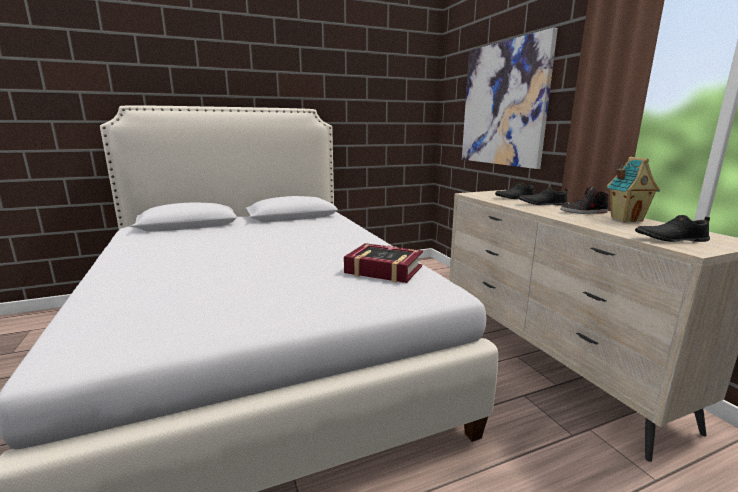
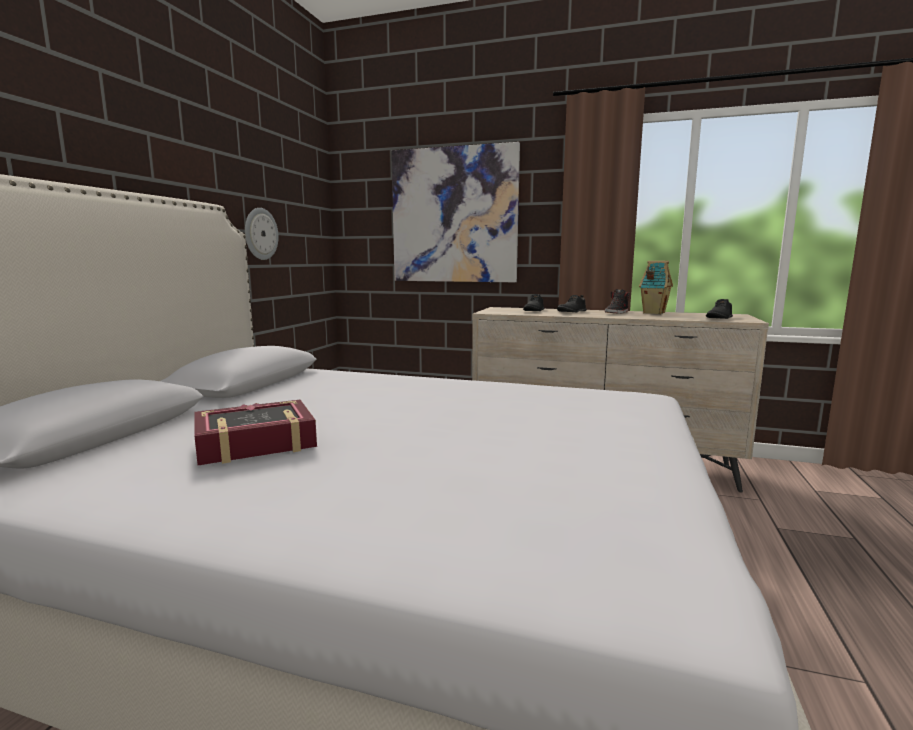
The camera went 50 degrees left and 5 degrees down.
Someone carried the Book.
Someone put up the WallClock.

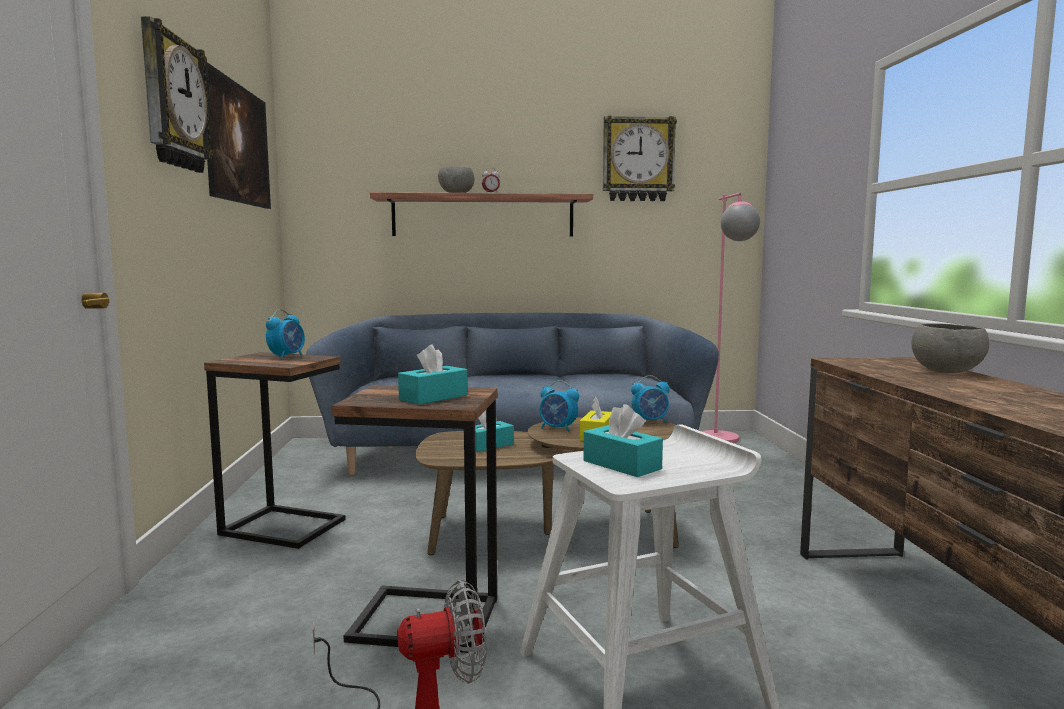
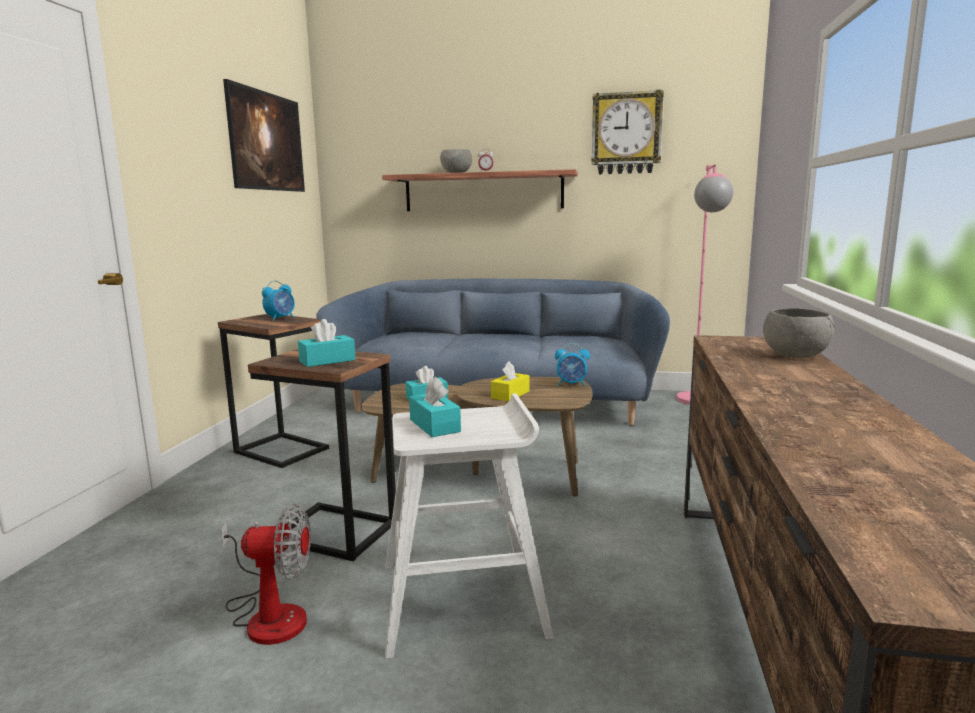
The camera went 15 degrees right and 5 degrees up.
Someone took away the WallClock (no. 1 from left).
Someone took away the AlarmClock (no. 3 from left).

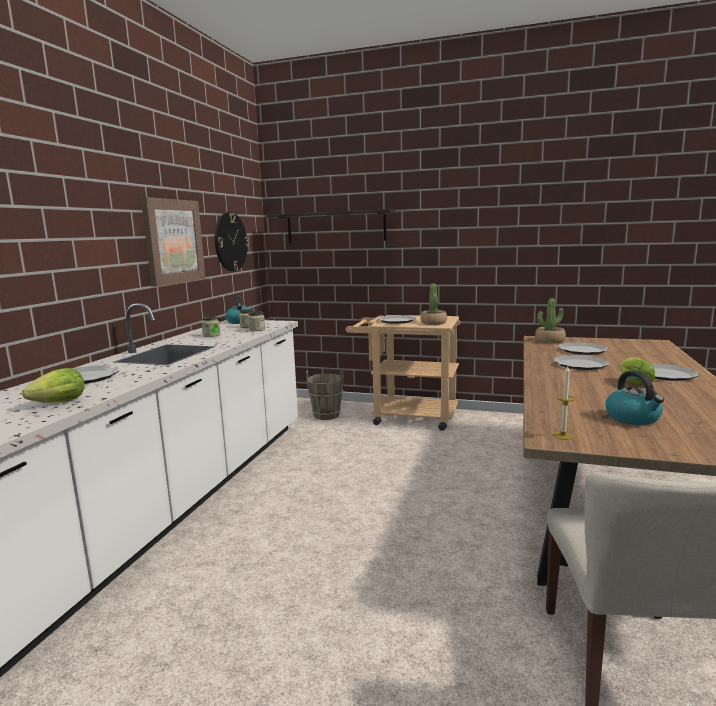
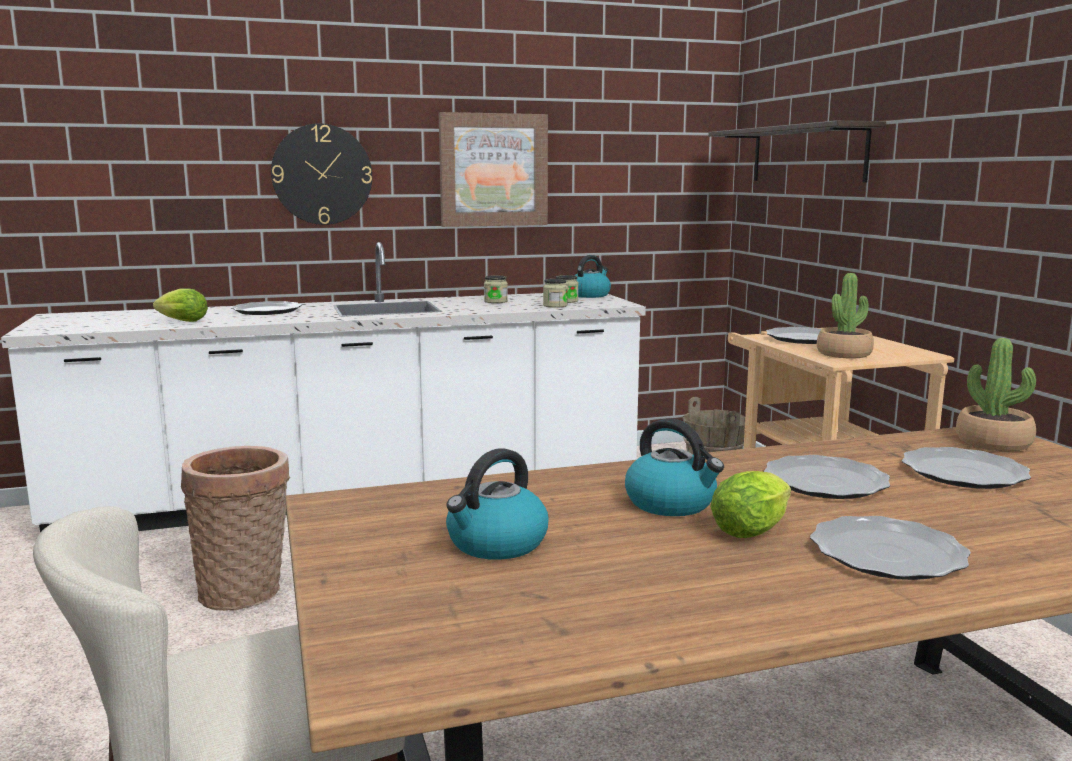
The camera went 55 degrees right and 0 degrees up.
Someone carried the WallClock.
Someone took away the Candle.
Someone put down the Kettle (no. 3 from left).
Someone put down the Basket.

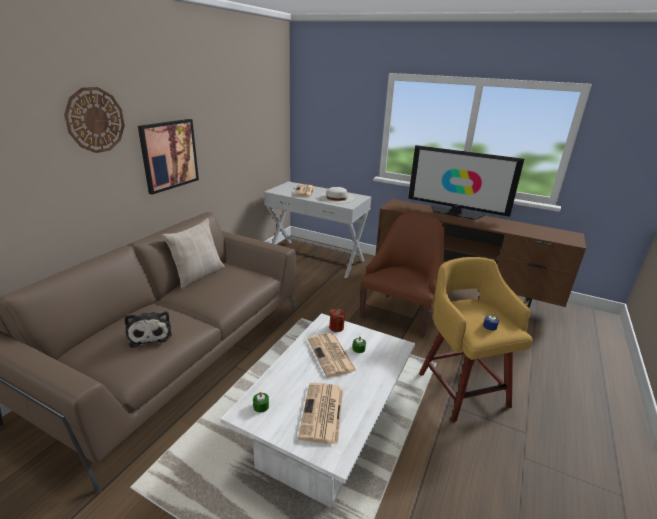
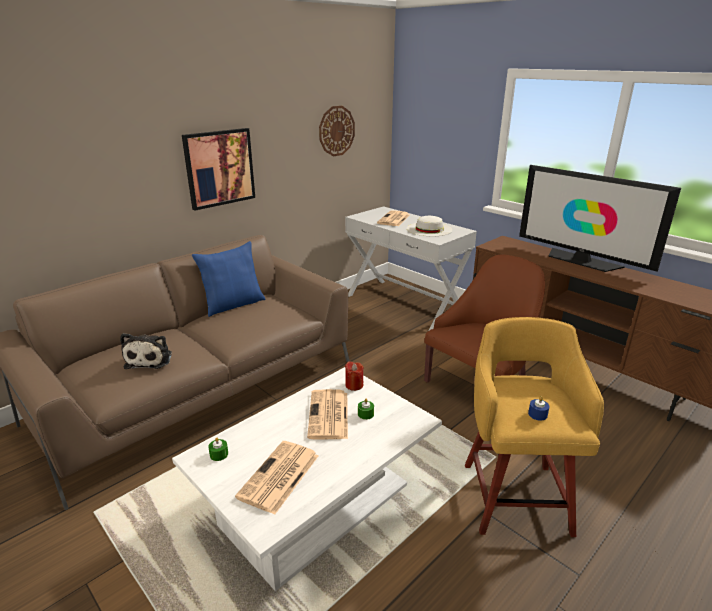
The camera went 20 degrees right and 0 degrees up.
Someone carried the WallClock.
Someone repainted the BeigePillow, which became the BluePillow.

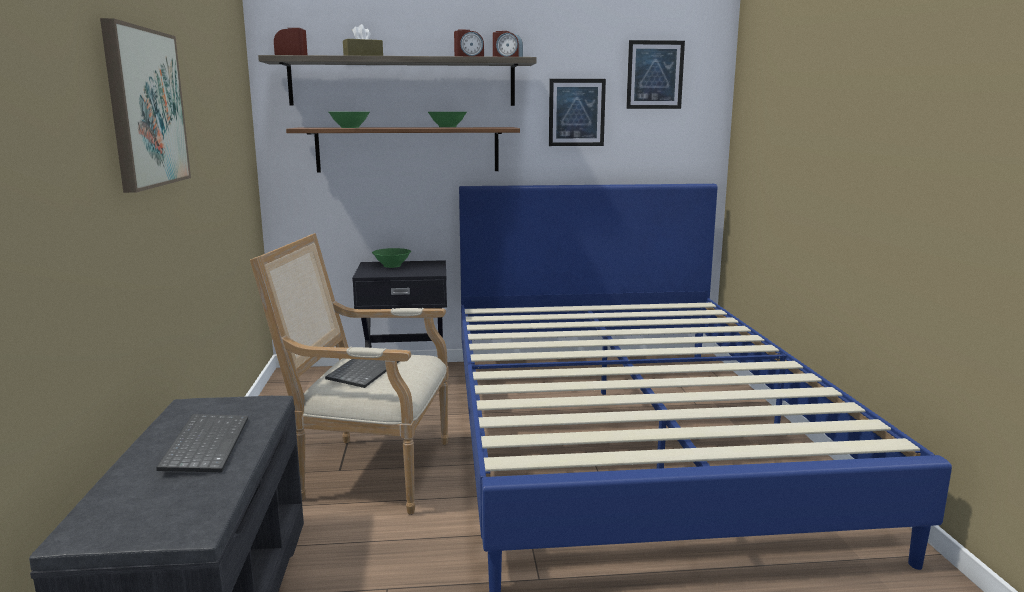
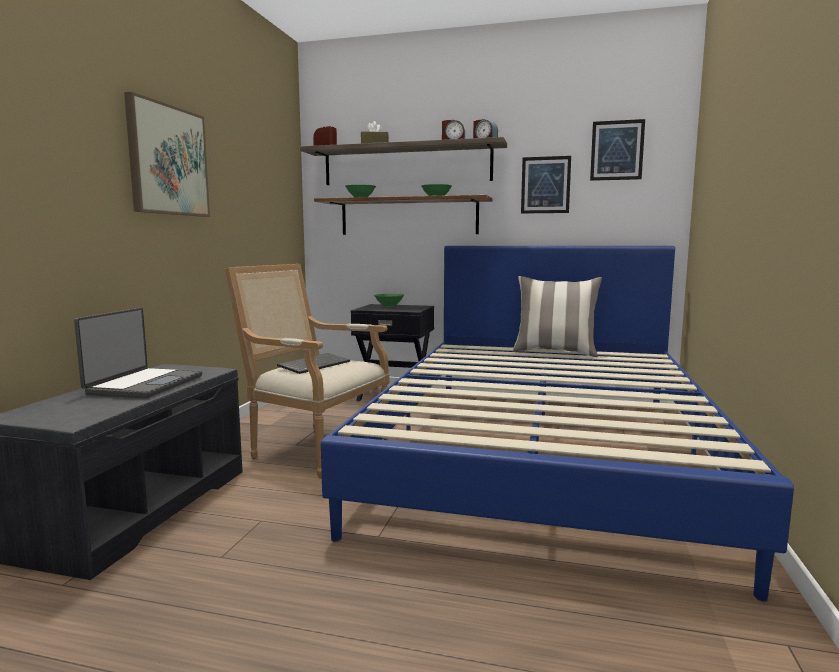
The camera went 20 degrees right and 5 degrees down.
Someone swapped the Keyboard (no. 1 from left) for the Laptop.
Someone put down the Pillow.

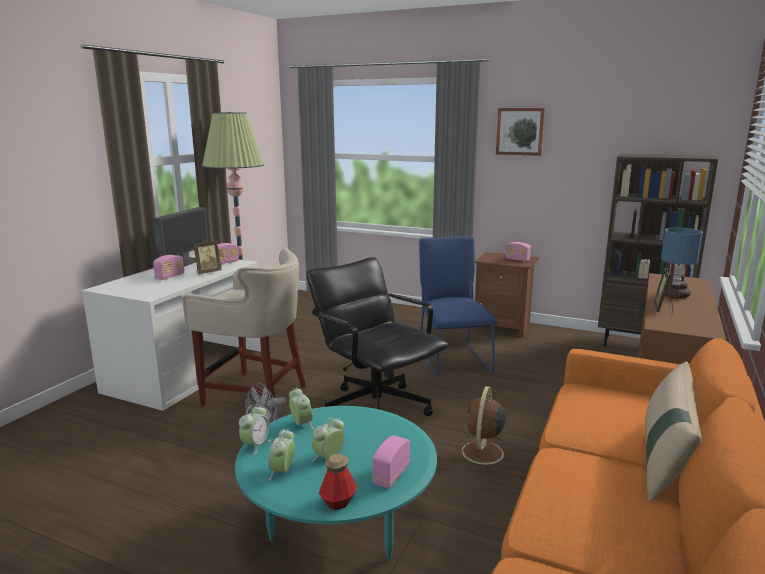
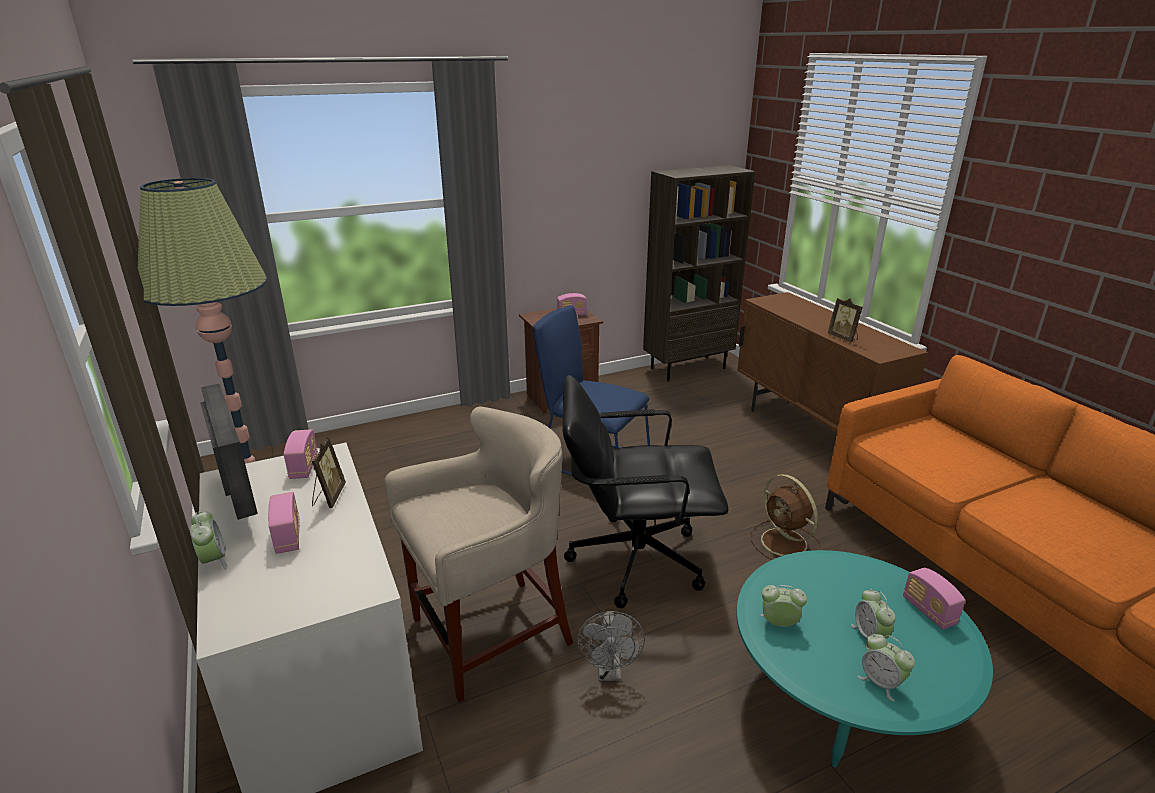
The camera went 50 degrees left and 10 degrees up.
Someone took away the Picture.
Someone took away the TableLamp.
Someone took away the BeigePillow.
Someone carried the AlarmClock (no. 1 from left).
Someone took away the Bottle.

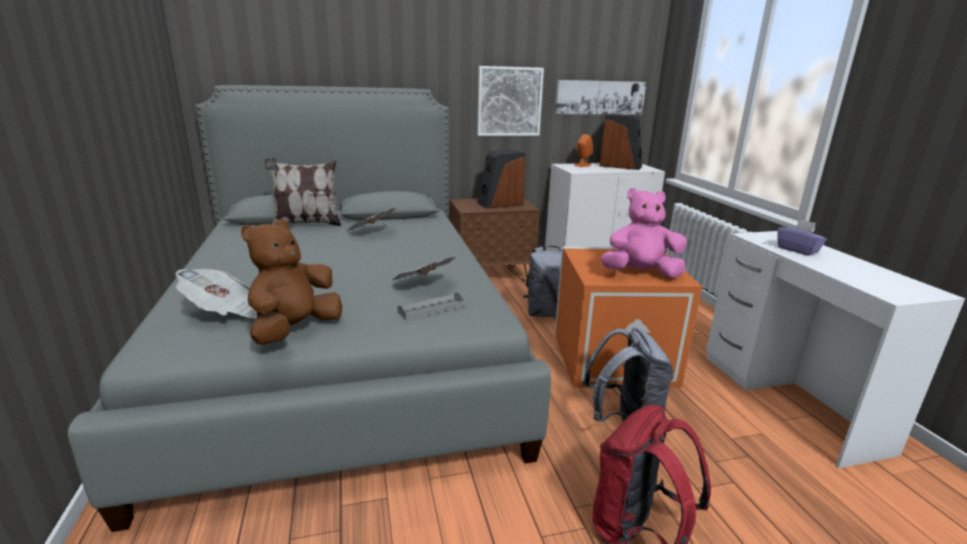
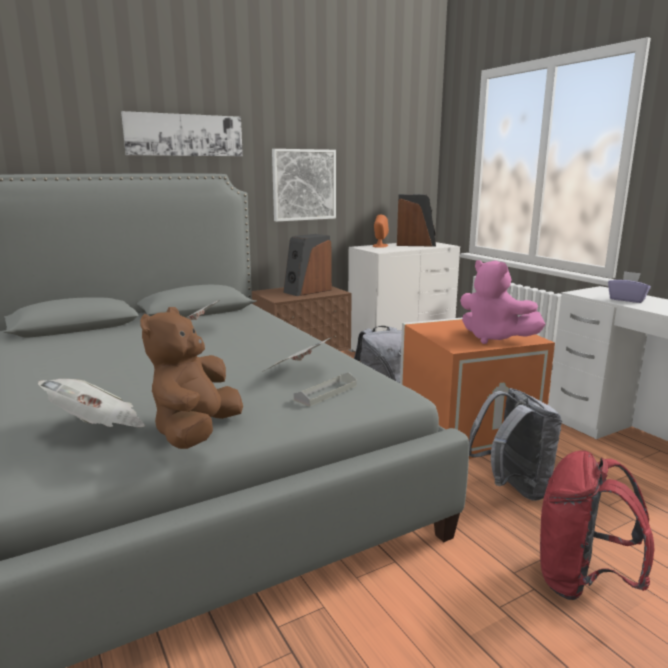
The camera went 15 degrees left and 5 degrees down.
Someone carried the Picture (no. 2 from left in the first image).
Someone took away the Pillow.
Someone rotated the PinkPlushToy by 120 degrees counterclockwise.

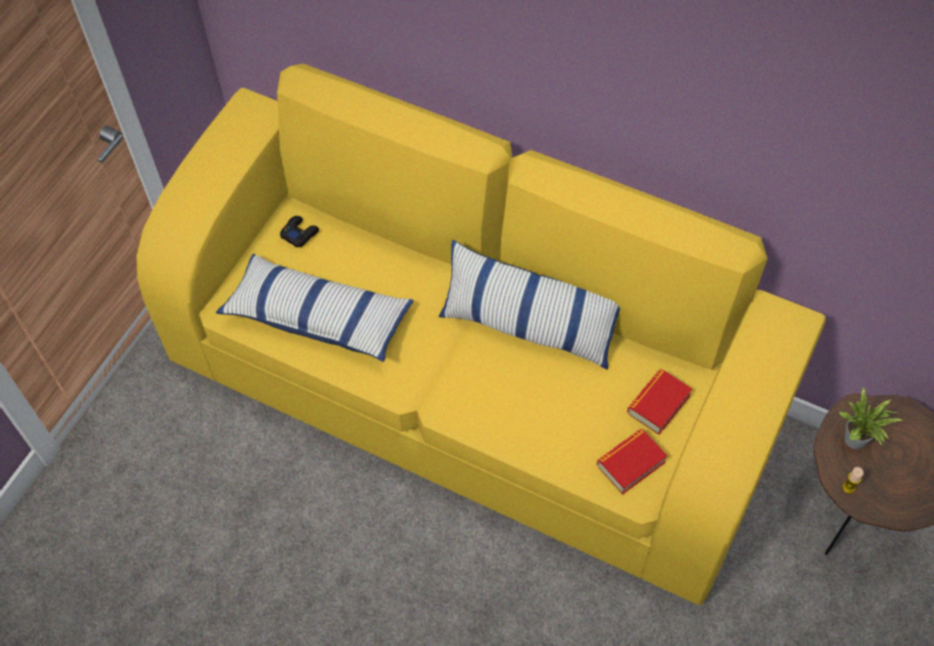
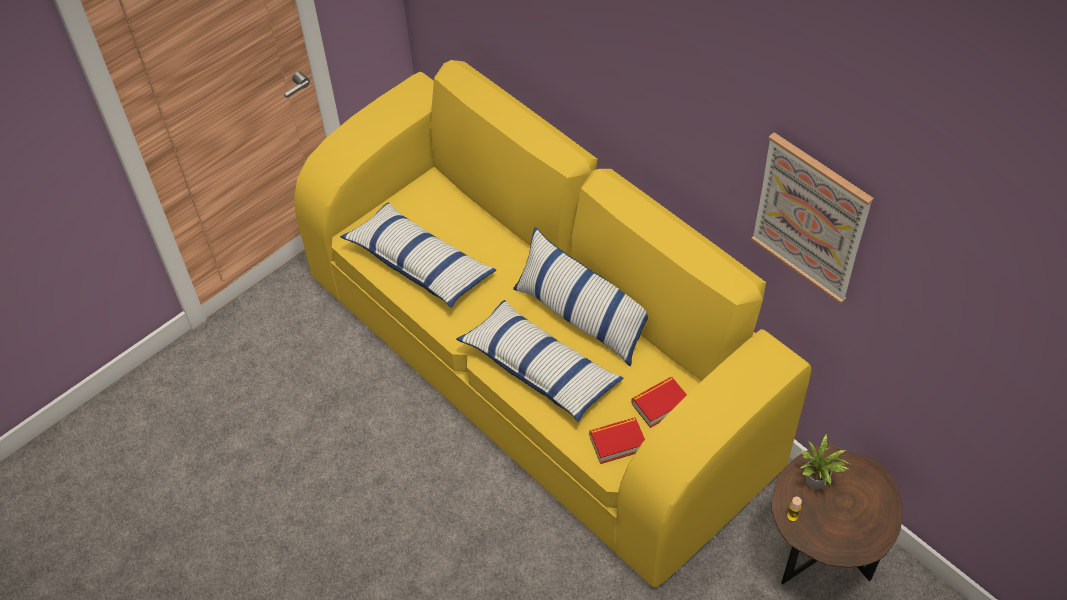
The camera went 20 degrees right and 5 degrees down.
Someone took away the BlackGameController.
Someone put up the Picture.
Someone put down the Pillow (no. 2 from left).

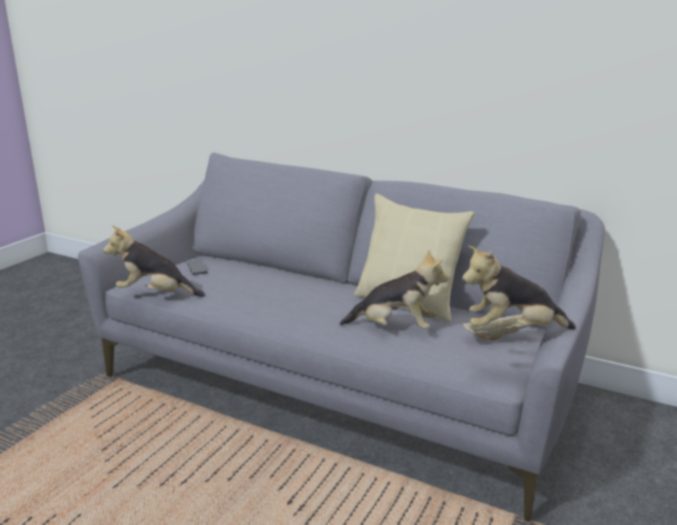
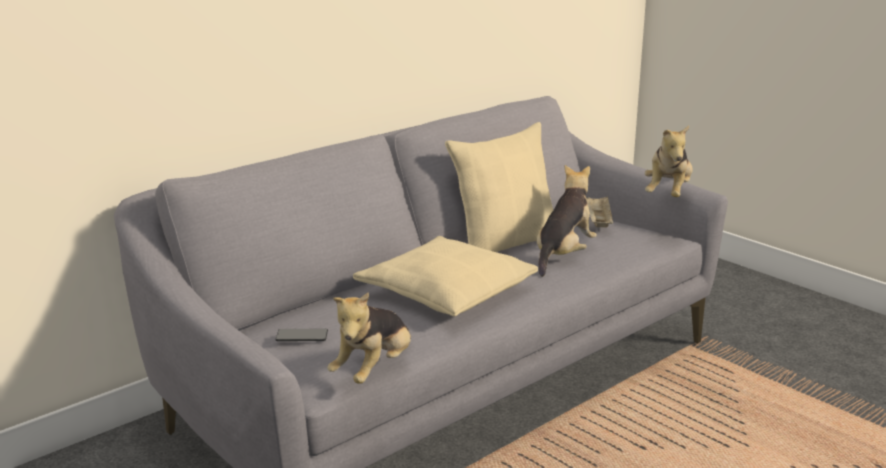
The camera went 70 degrees left and 0 degrees up.
Someone put down the BeigePillow (no. 1 from left).

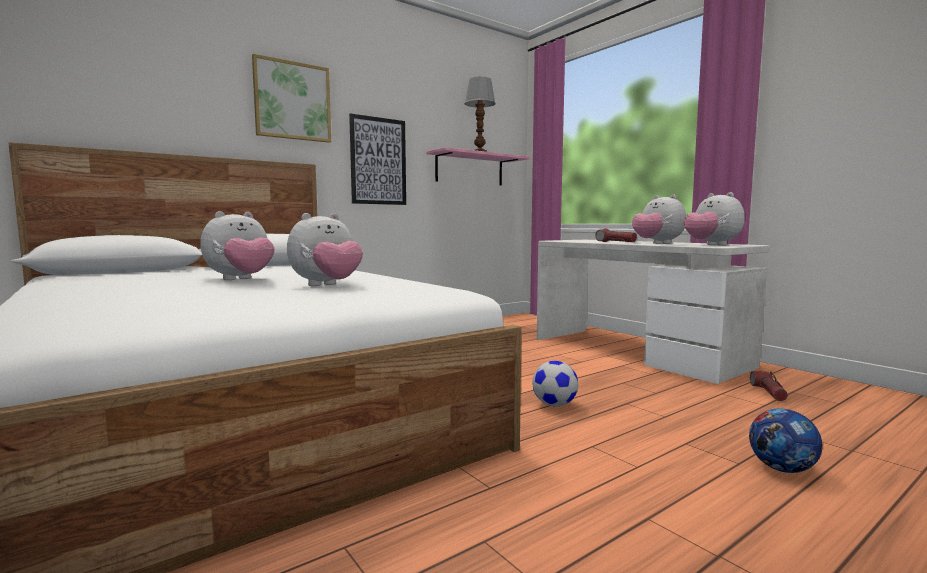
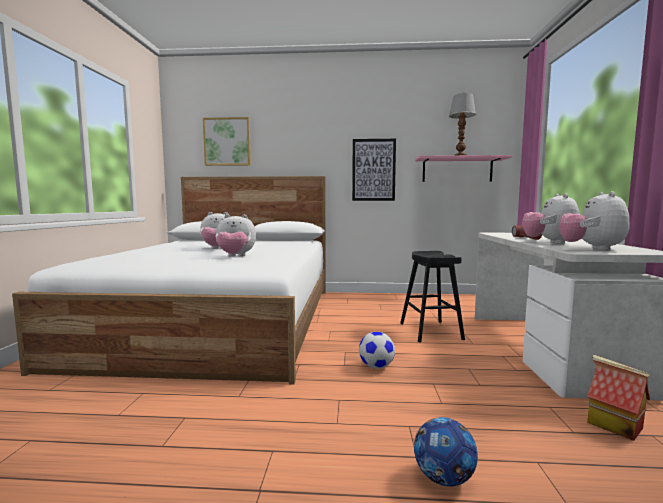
The camera went 40 degrees right and 0 degrees up.
Someone carried the Picture (no. 1 from left).
Someone swapped the Flashlight (no. 2 from left) for the ToyHouse.
Someone put down the BlackStool.

